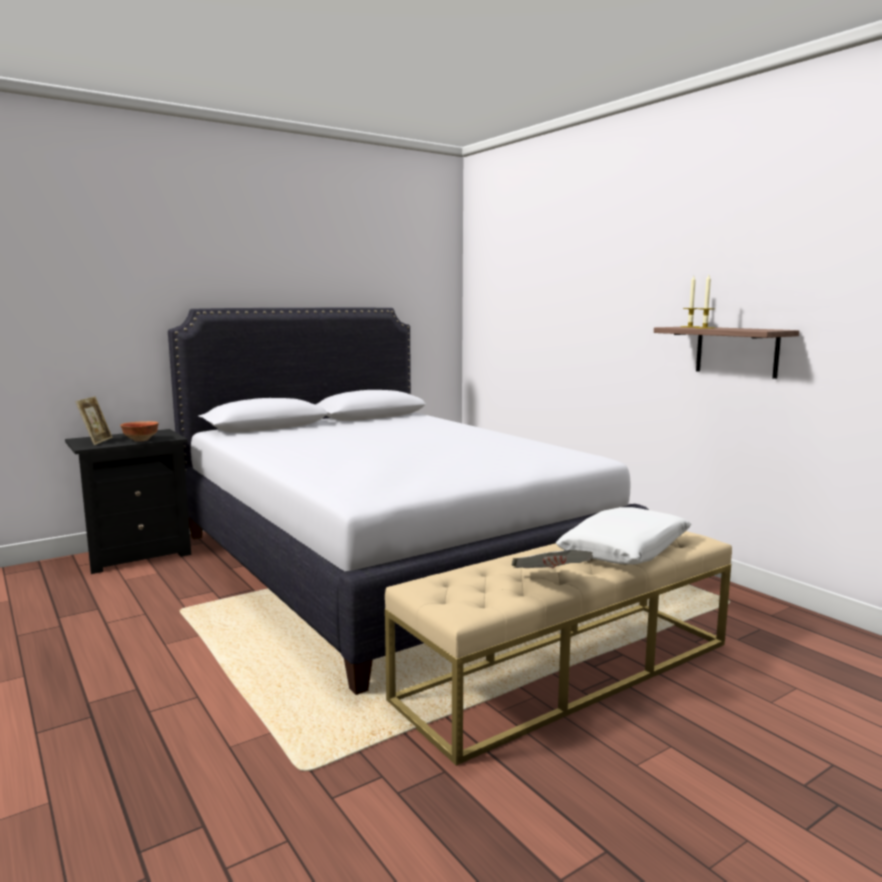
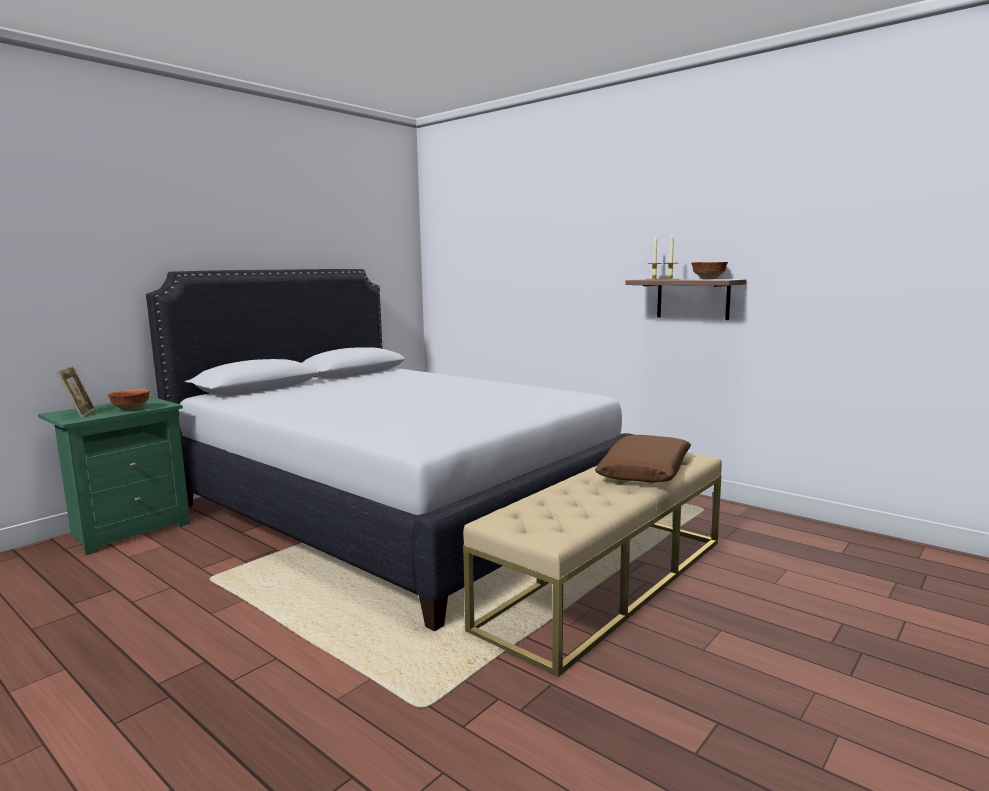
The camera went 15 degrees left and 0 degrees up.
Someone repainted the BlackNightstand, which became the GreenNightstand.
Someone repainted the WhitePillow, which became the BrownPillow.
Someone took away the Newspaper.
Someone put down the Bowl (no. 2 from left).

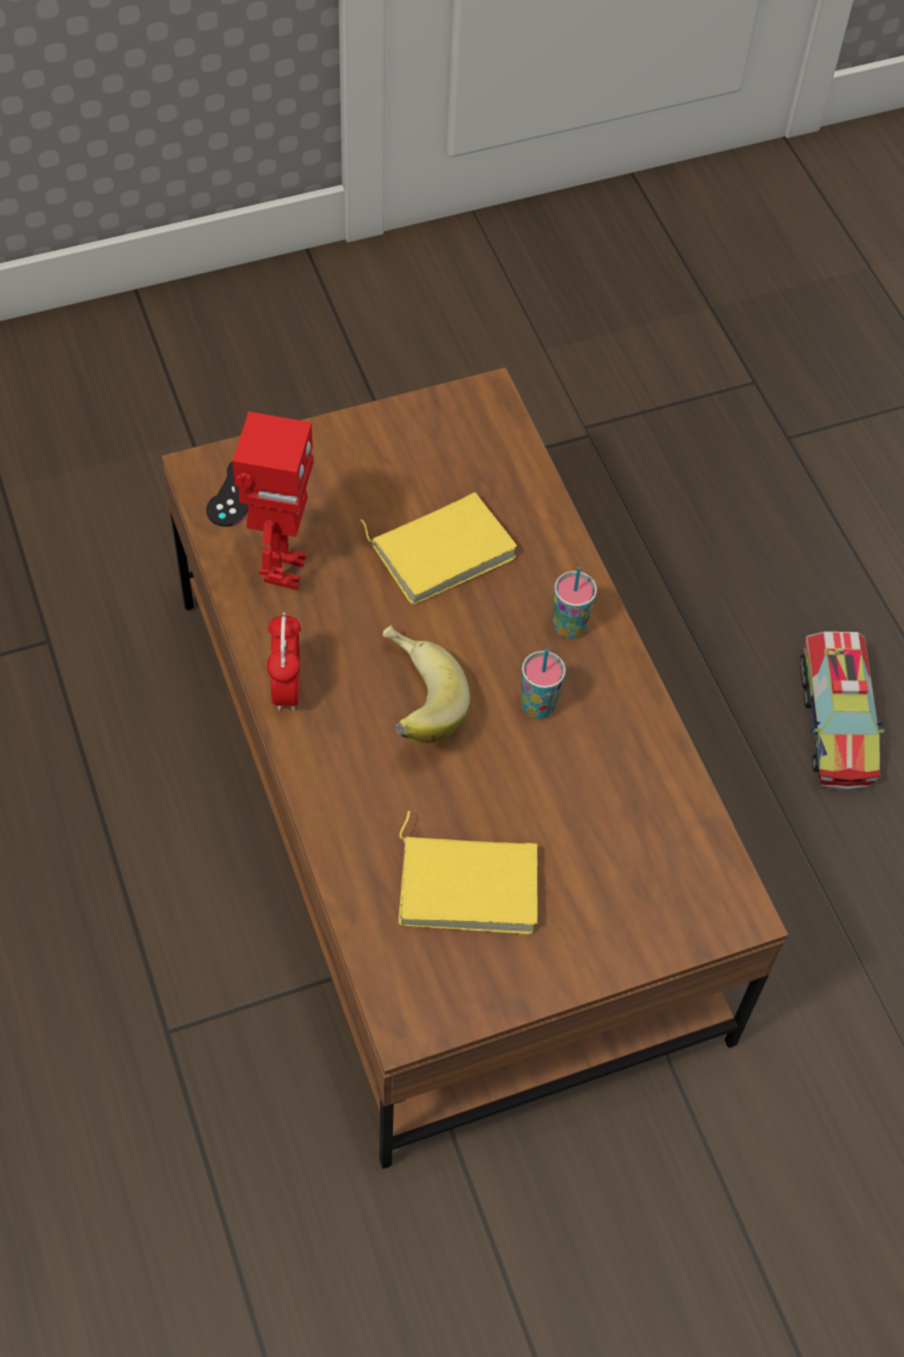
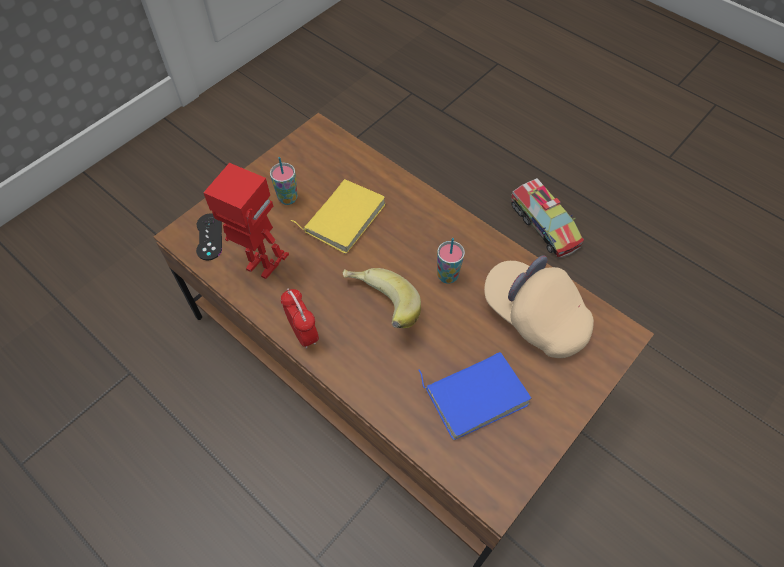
The camera went 25 degrees left and 0 degrees up.
Someone rotated the ToyRobot by 45 degrees counterclockwise.
Someone carried the Cup (no. 2 from left in the first image).
Someone repainted the YellowBook (no. 2 from left), which became the BlueBook.
Someone put down the BeigeCap.

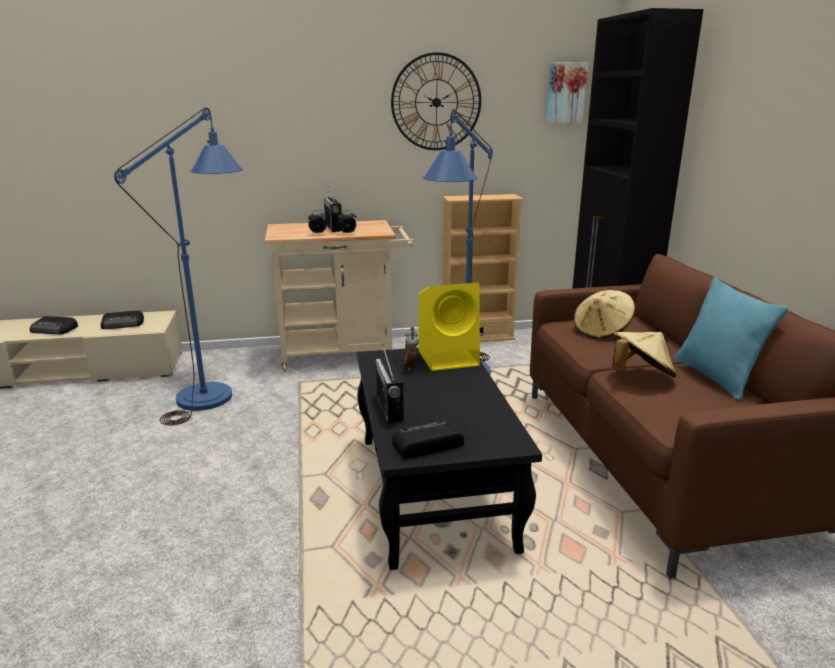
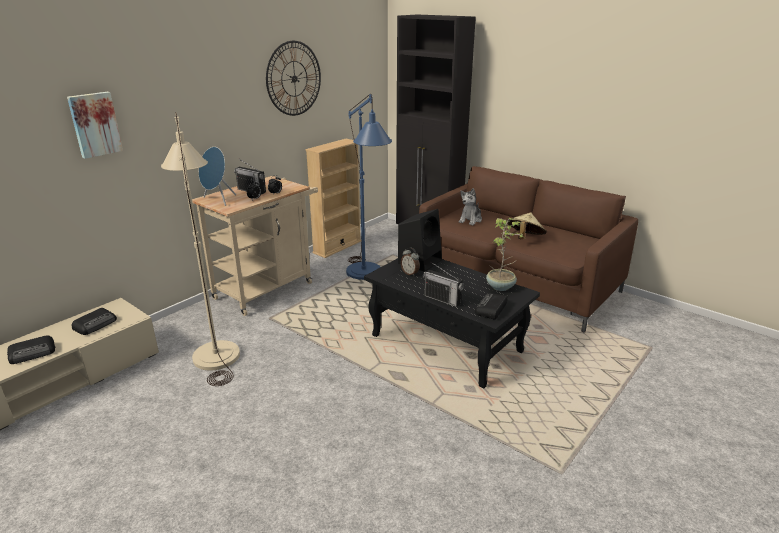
The camera went 40 degrees left and 5 degrees up.
Someone carried the Picture.
Someone repainted the BlueFloorLamp (no. 1 from left), which became the BeigeFloorLamp.
Someone took away the TurquoisePillow.
Someone repainted the YellowSpeaker, which became the BlackSpeaker.
Someone swapped the BeigeHat (no. 1 from left) for the PlushToy.
Someone put down the BlueSpeaker.
Someone put down the PottedPlant.

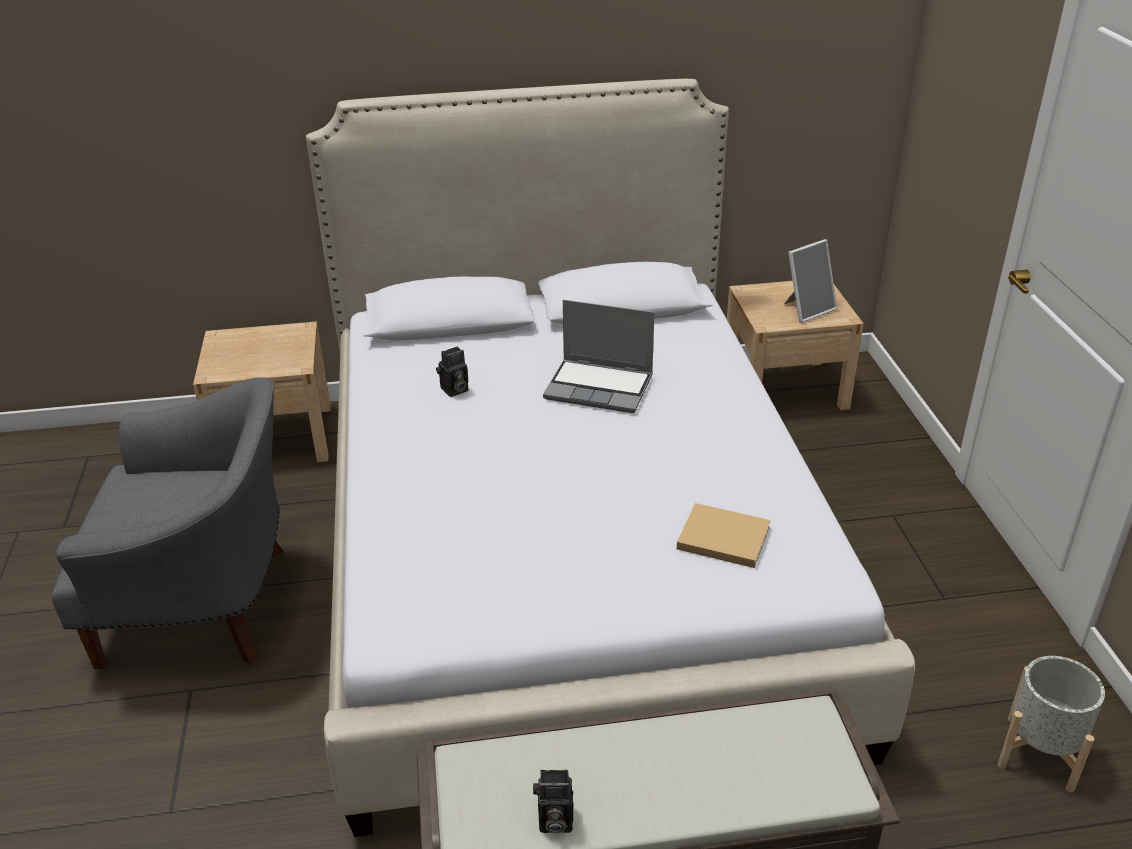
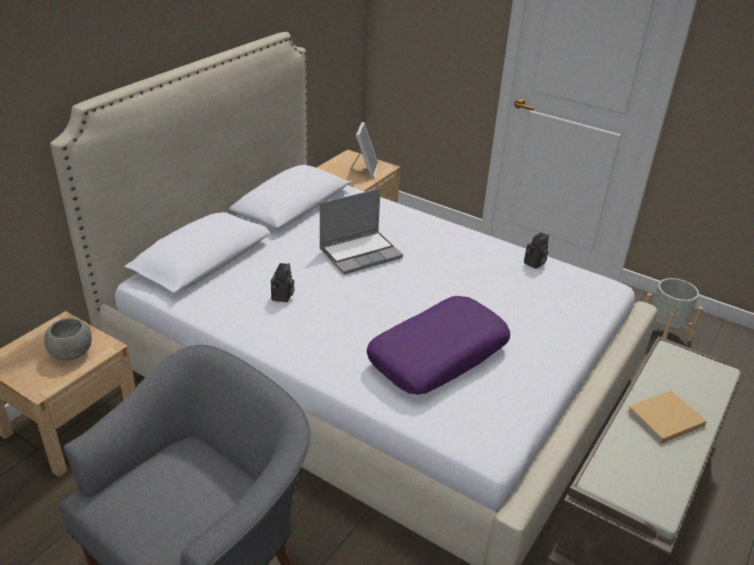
The camera went 50 degrees left and 0 degrees up.
Someone carried the BeigeBook.
Someone carried the PhotoCamera (no. 2 from left).
Someone put down the PurplePillow.
Someone put down the GreyBowl.

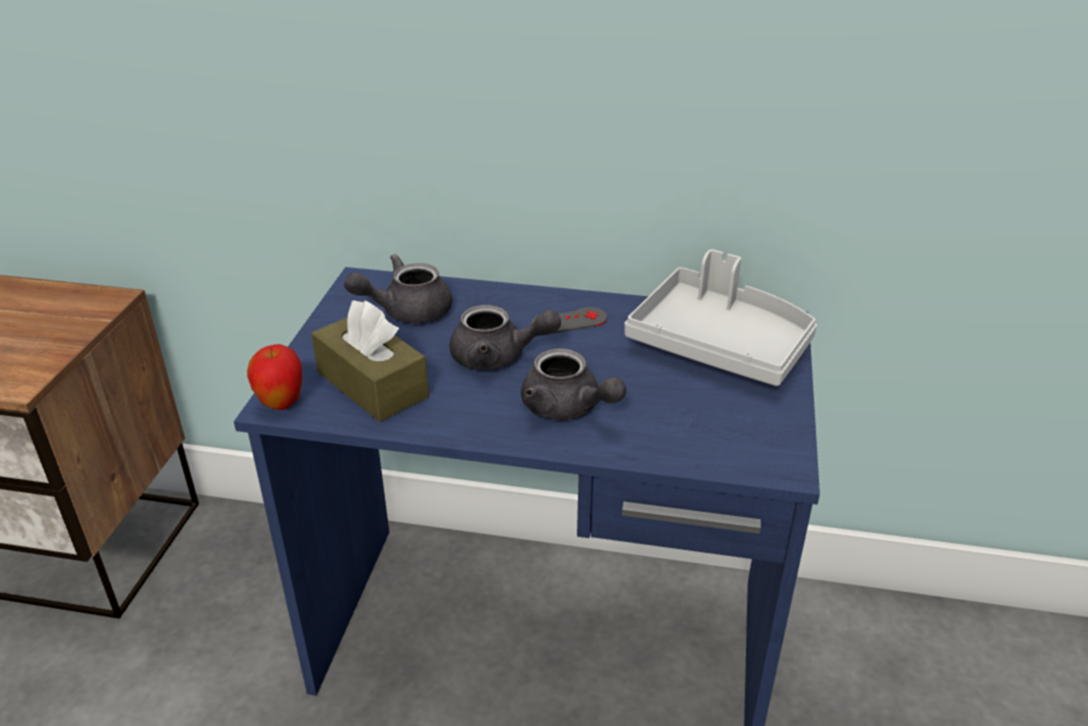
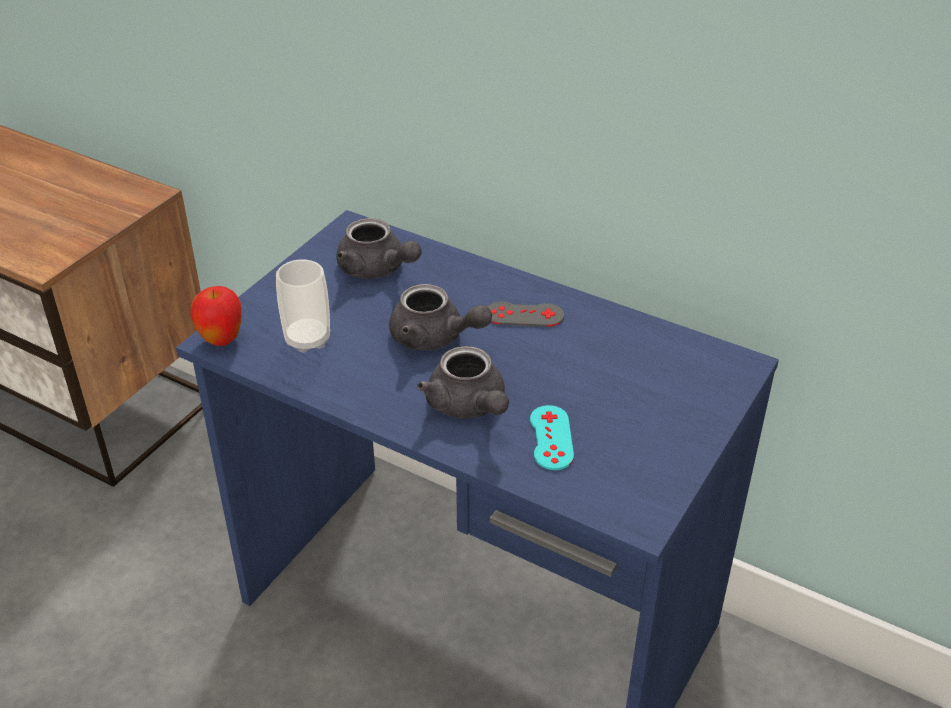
The camera went 20 degrees right and 5 degrees up.
Someone took away the GreyTray.
Someone rotated the GreyTeapot (no. 1 from left) by 135 degrees counterclockwise.
Someone swapped the BrownTissueBox for the Cup.
Someone put down the TurquoiseGameController.

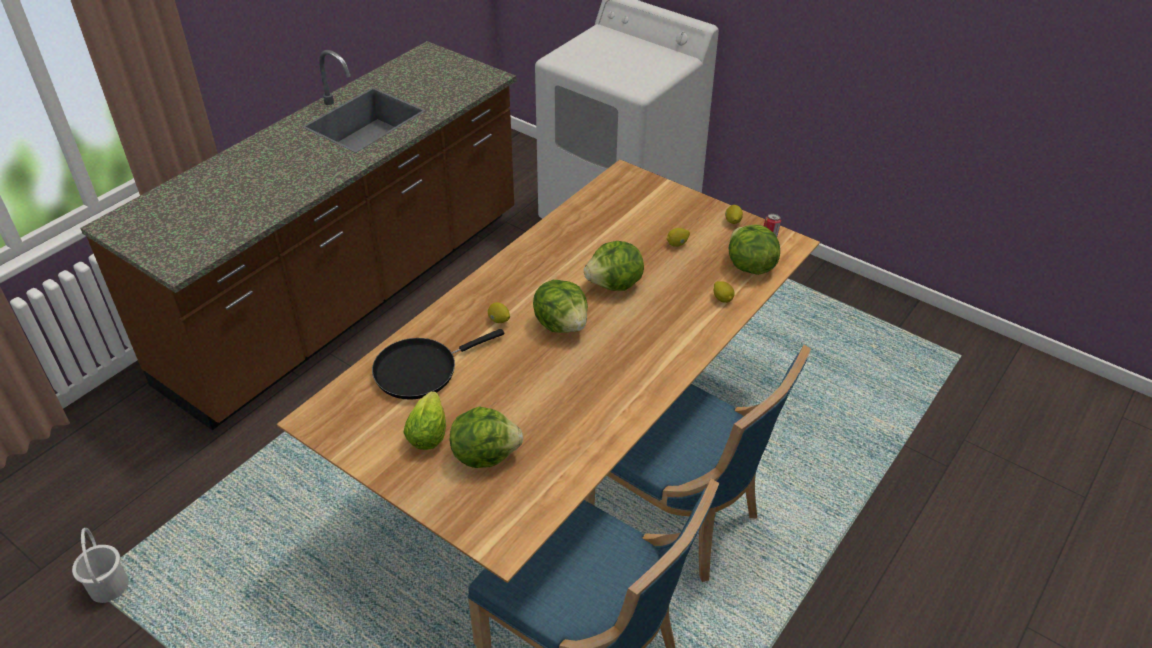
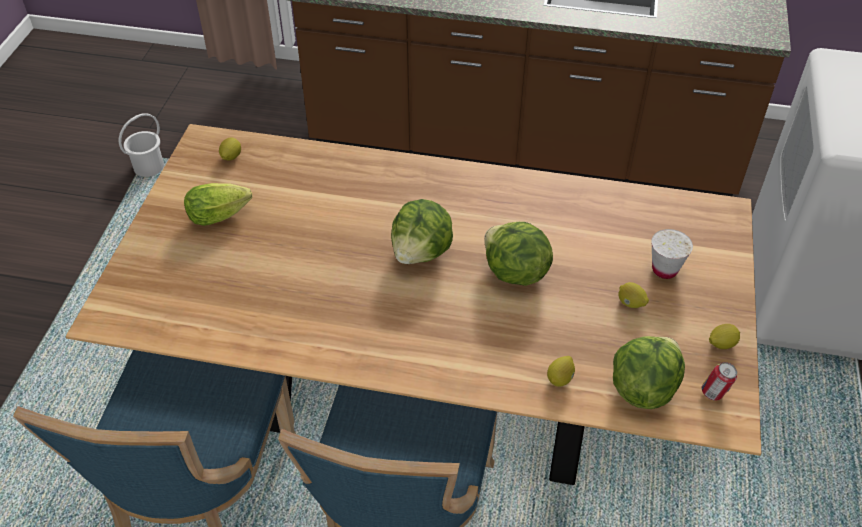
The camera went 65 degrees right and 5 degrees up.
Someone carried the Lemon (no. 1 from left).
Someone took away the BlackFryingPan.
Someone took away the Lettuce (no. 2 from left).
Someone put down the WhiteCup.

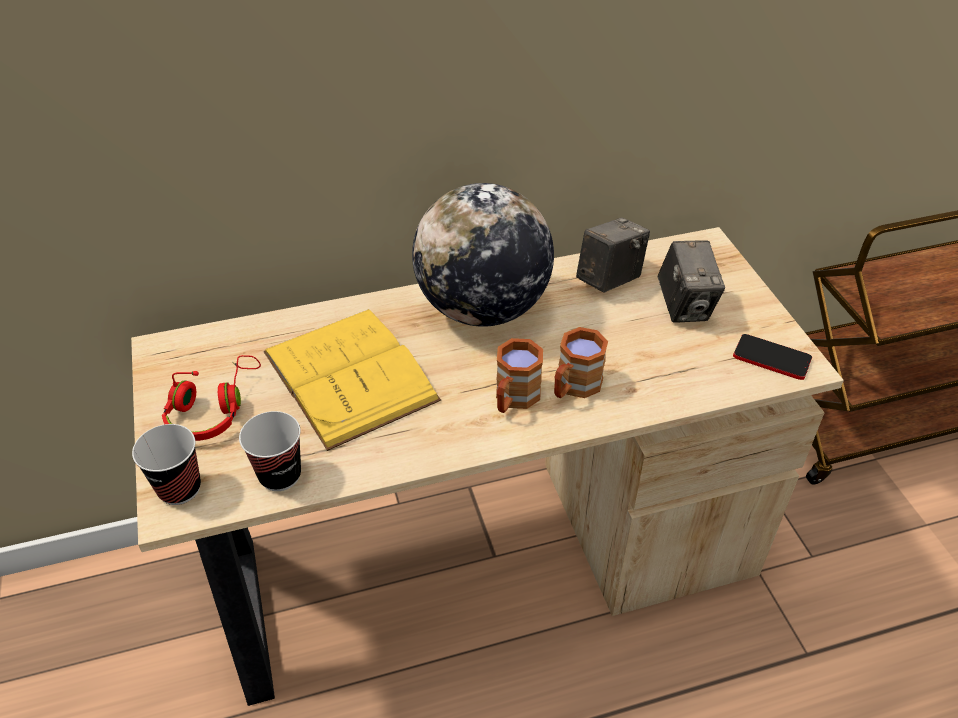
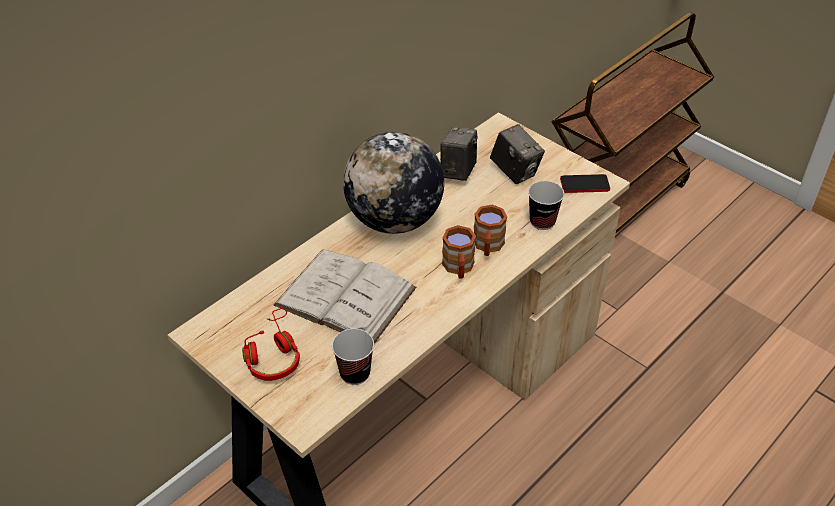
The camera went 30 degrees left and 0 degrees up.
Someone repainted the YellowBook, which became the WhiteBook.
Someone carried the Cup (no. 1 from left in the first image).

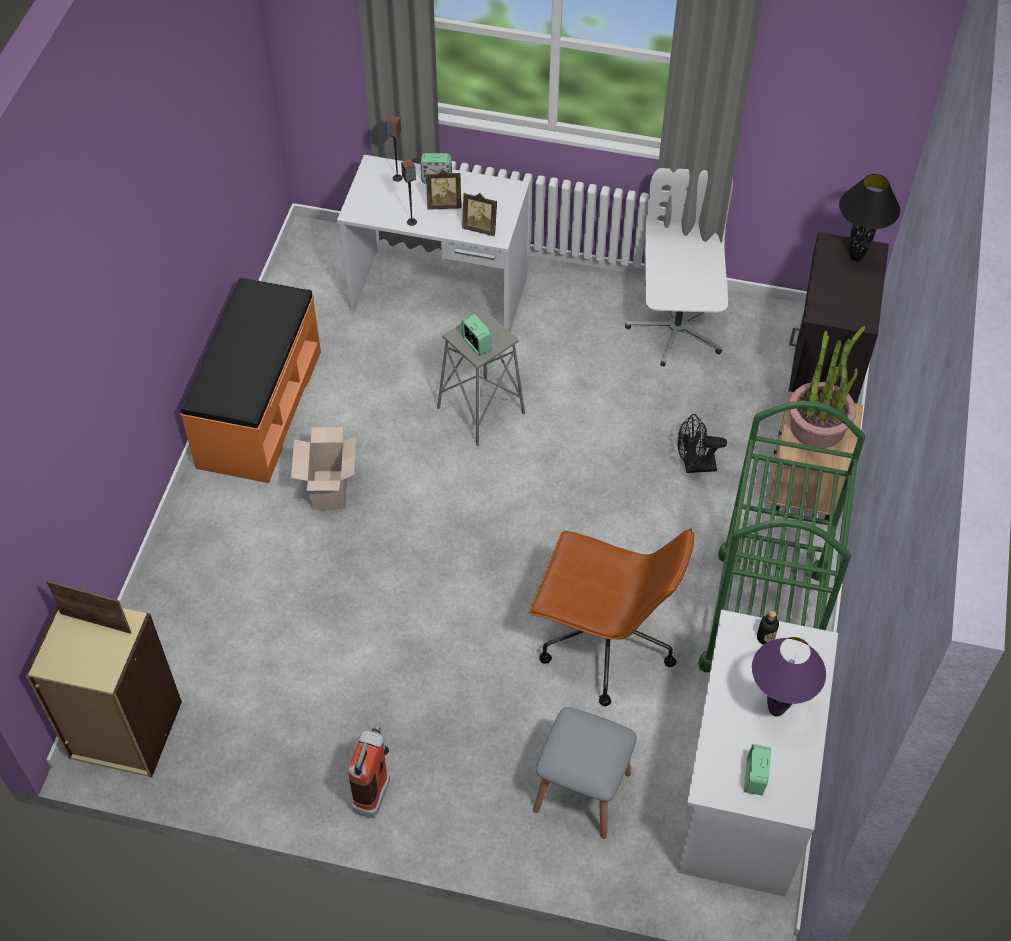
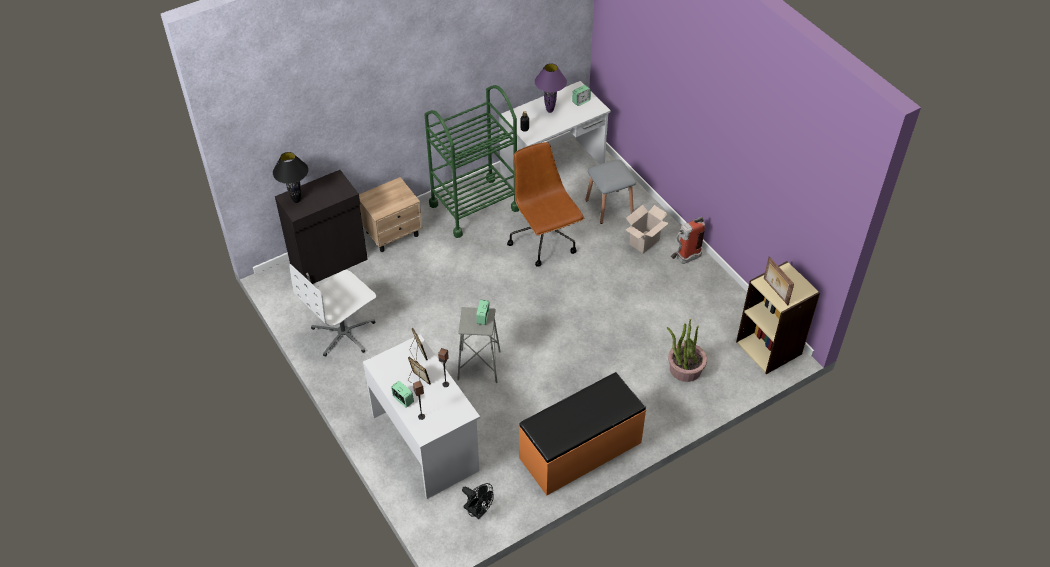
The camera went 135 degrees left and 5 degrees down.
Someone carried the PottedPlant.
Someone carried the BlackFan.
Someone carried the CardboardBox.

